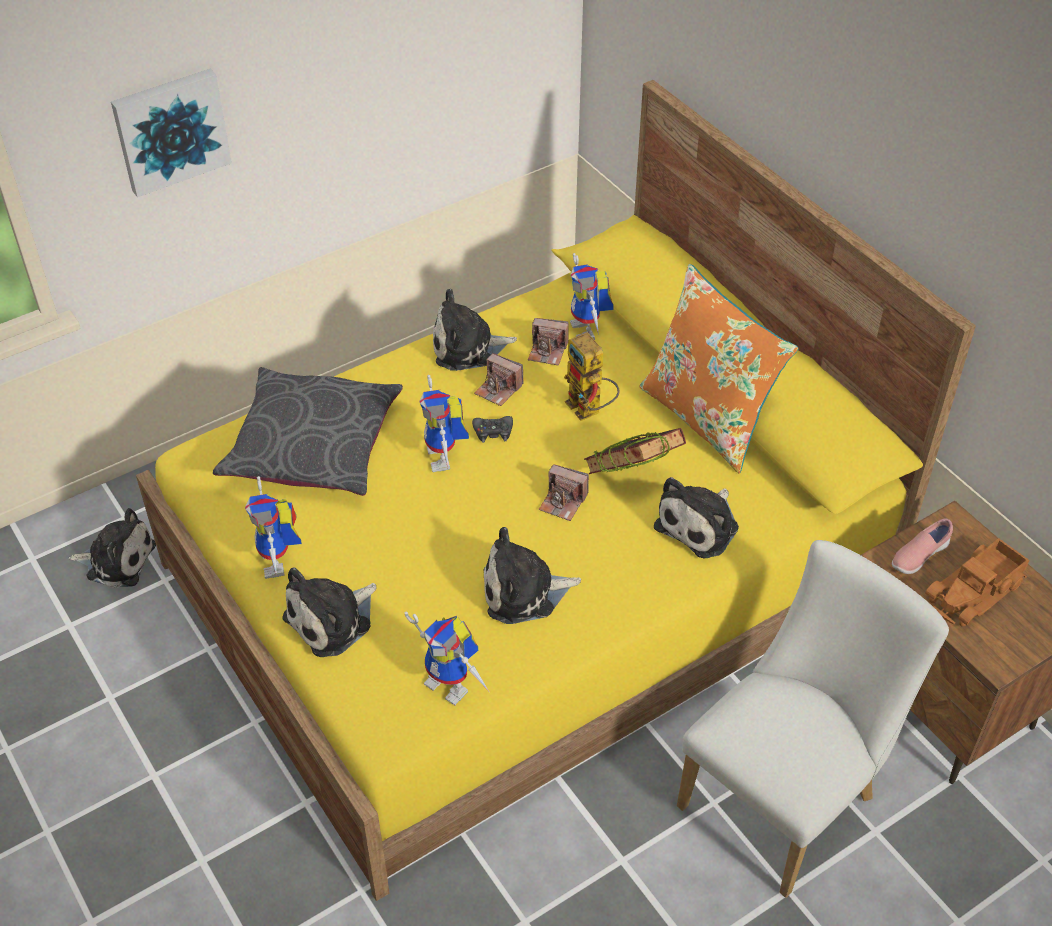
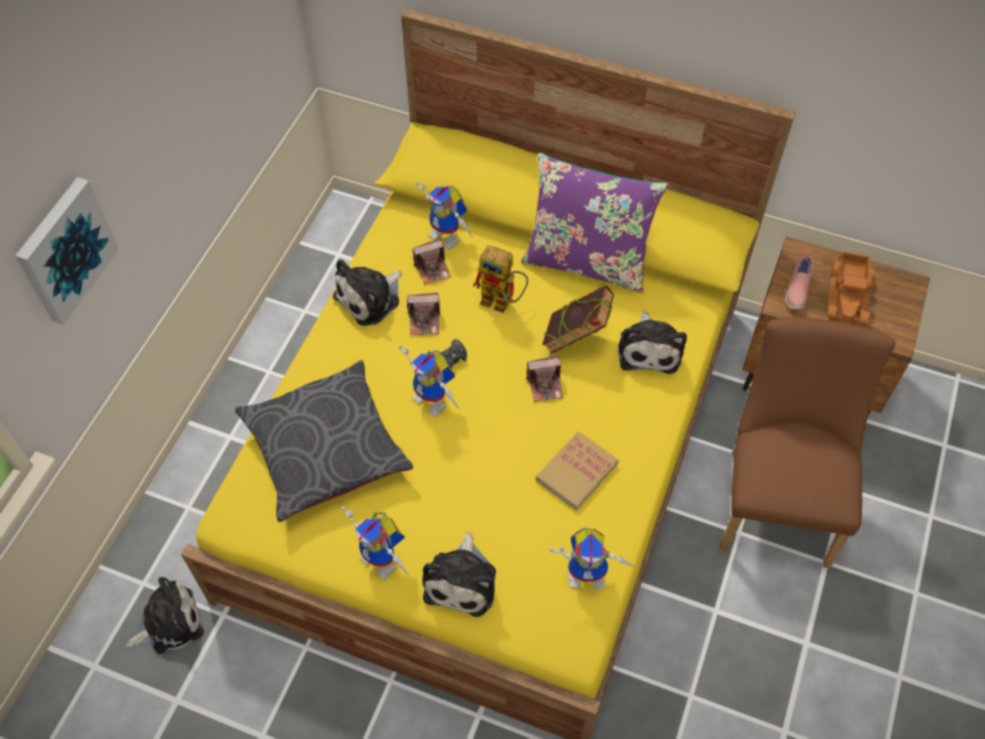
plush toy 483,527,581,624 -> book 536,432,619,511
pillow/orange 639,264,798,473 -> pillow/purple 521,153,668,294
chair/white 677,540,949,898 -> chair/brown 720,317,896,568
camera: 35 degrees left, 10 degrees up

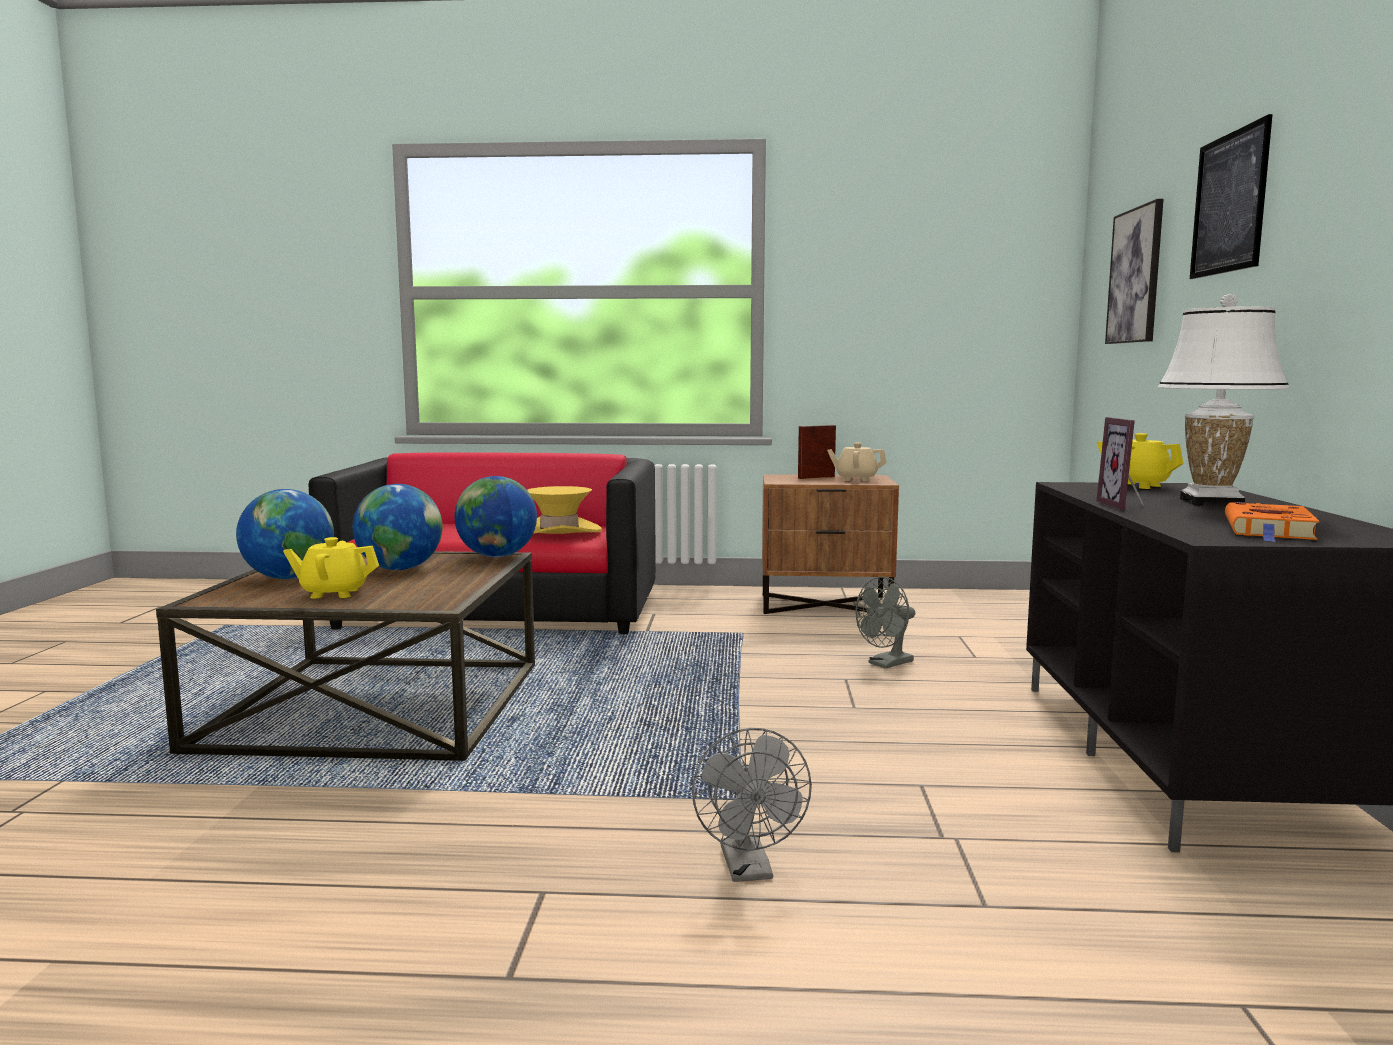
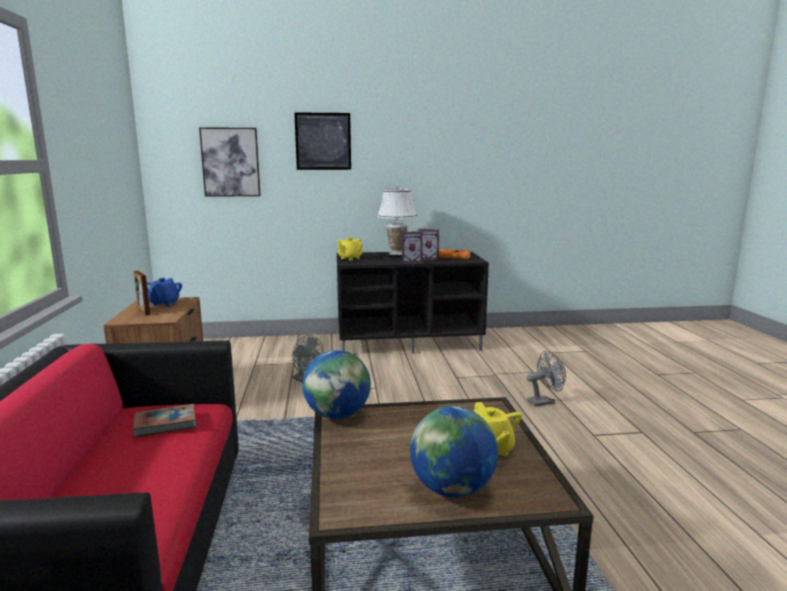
globe 353,484,443,570 -> none
none -> picture frame 419,229,439,260
hat/yellow 527,486,602,534 -> book 133,404,196,437
teapot/beige 827,443,887,482 -> teapot/blue 147,278,182,306
camera: 100 degrees left, 5 degrees up

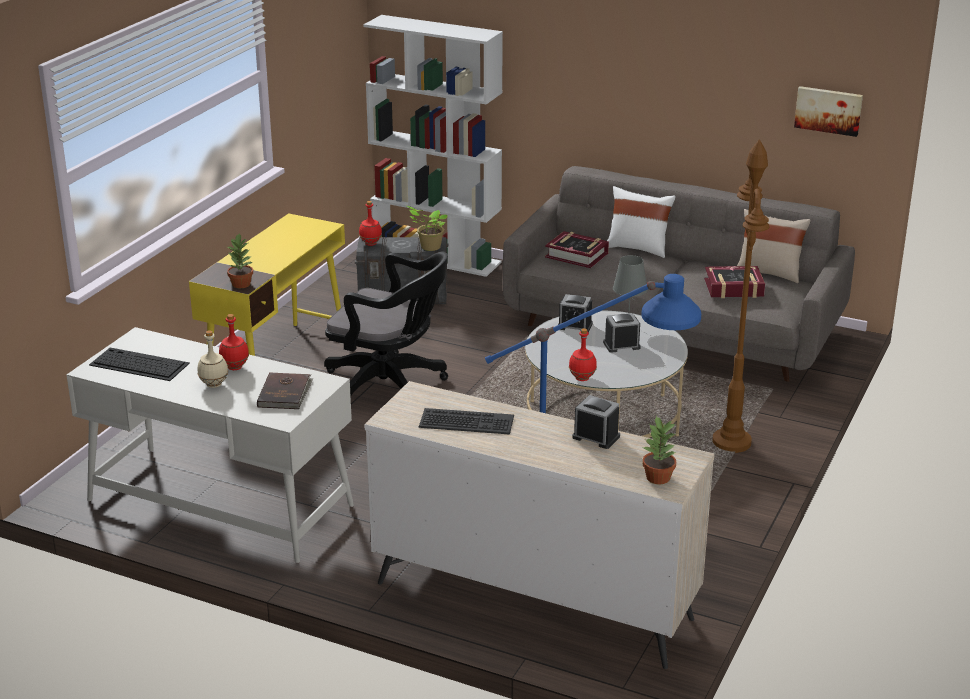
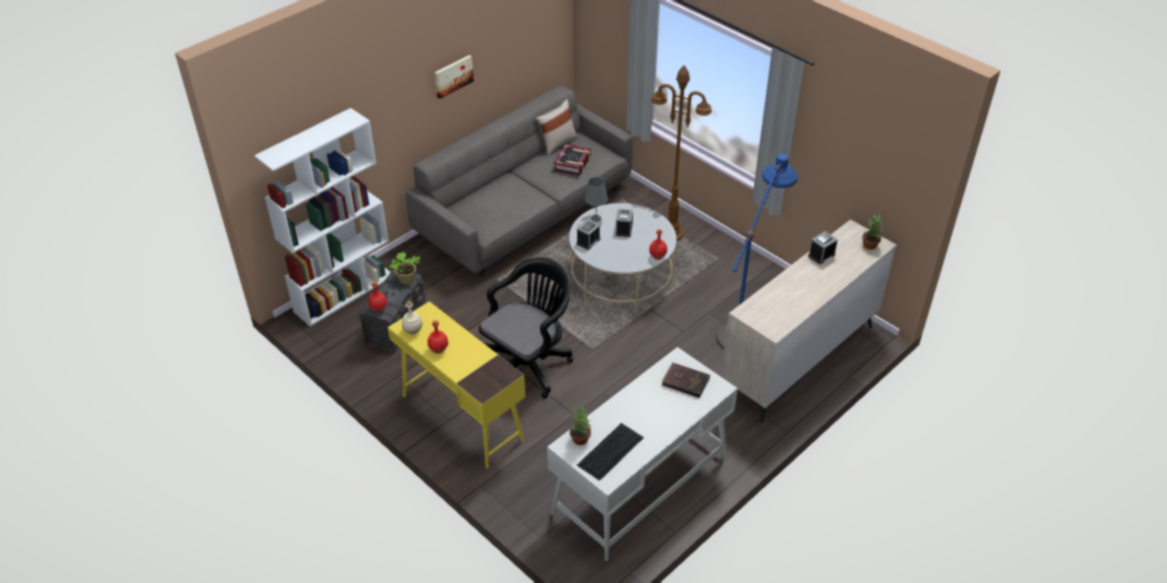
keyboard 419,408,514,435 -> none
book 545,231,609,268 -> none
pillow/white 607,186,676,258 -> none
bottle/beige 197,330,228,388 -> bottle/beige 402,301,423,334, relocated
bottle/red 219,314,249,370 -> bottle/red 428,320,448,354, relocated
potted plant 227,233,253,288 -> potted plant 570,406,591,445, relocated
picture 794,86,863,137 -> picture 435,55,474,99, relocated
camera: 70 degrees left, 15 degrees up

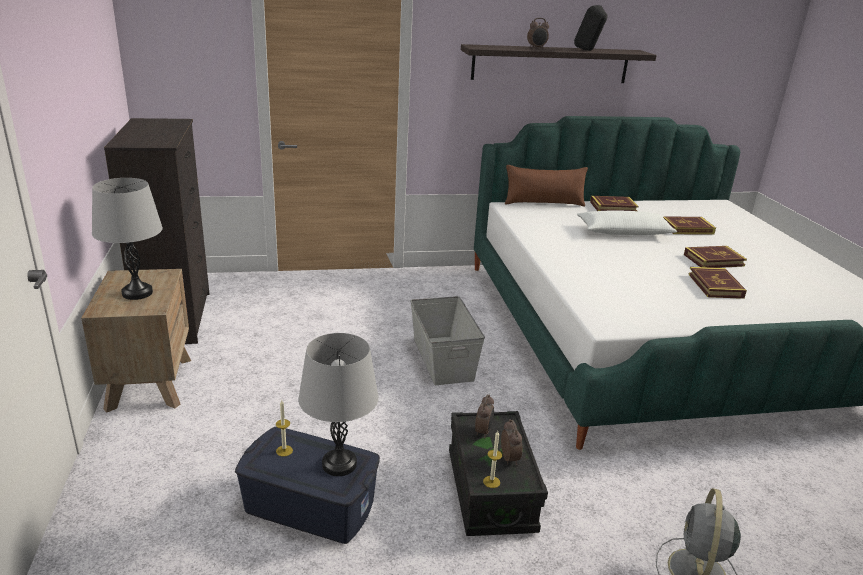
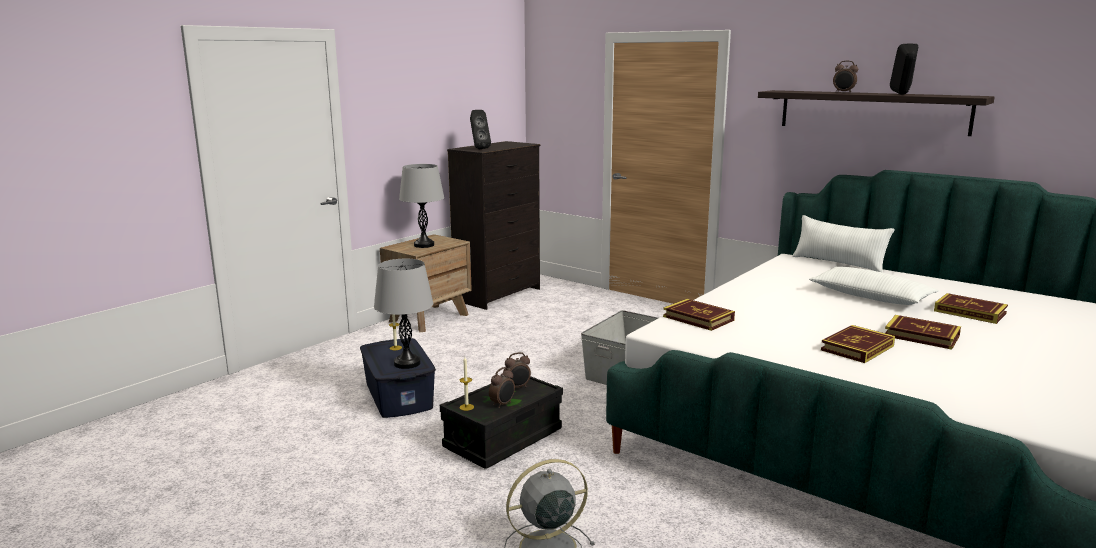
none -> speaker/black 470,110,491,149
book 590,196,638,211 -> book 663,299,735,331, relocated
pillow/brown 505,165,588,207 -> pillow/white 792,215,895,273
camera: 50 degrees right, 10 degrees down

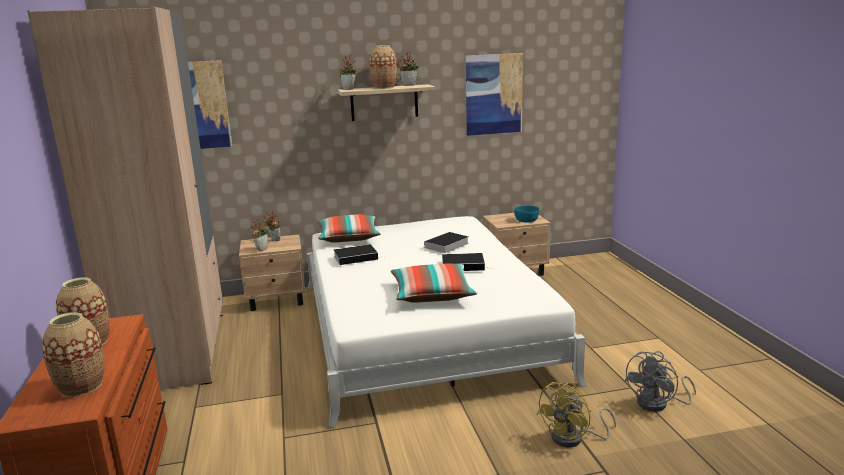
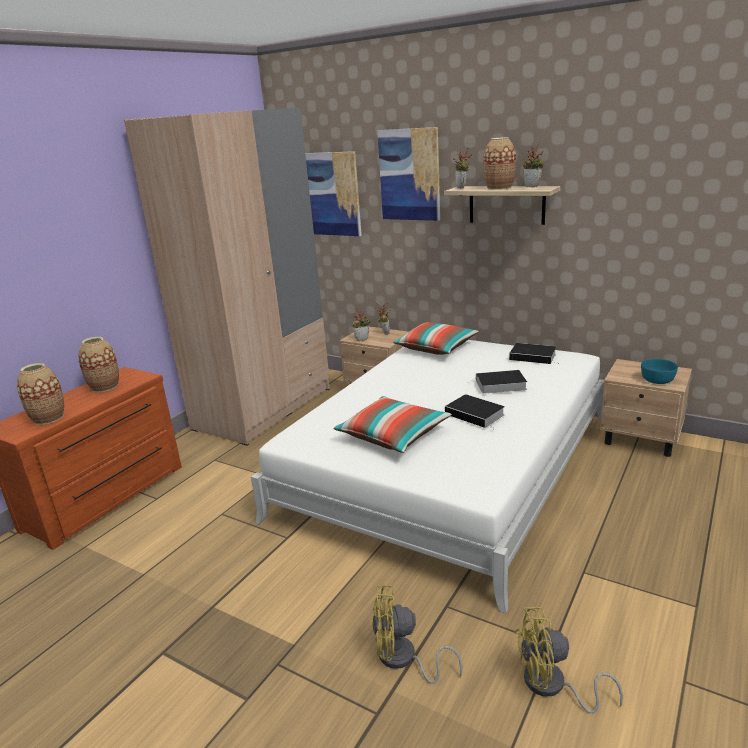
book 334,244,384,265 -> book 509,343,560,364, relocated
picture 466,53,523,136 -> picture 377,127,440,221, relocated
fan/grey 624,351,696,412 -> fan/yellow 515,607,623,714
camera: 45 degrees right, 5 degrees up

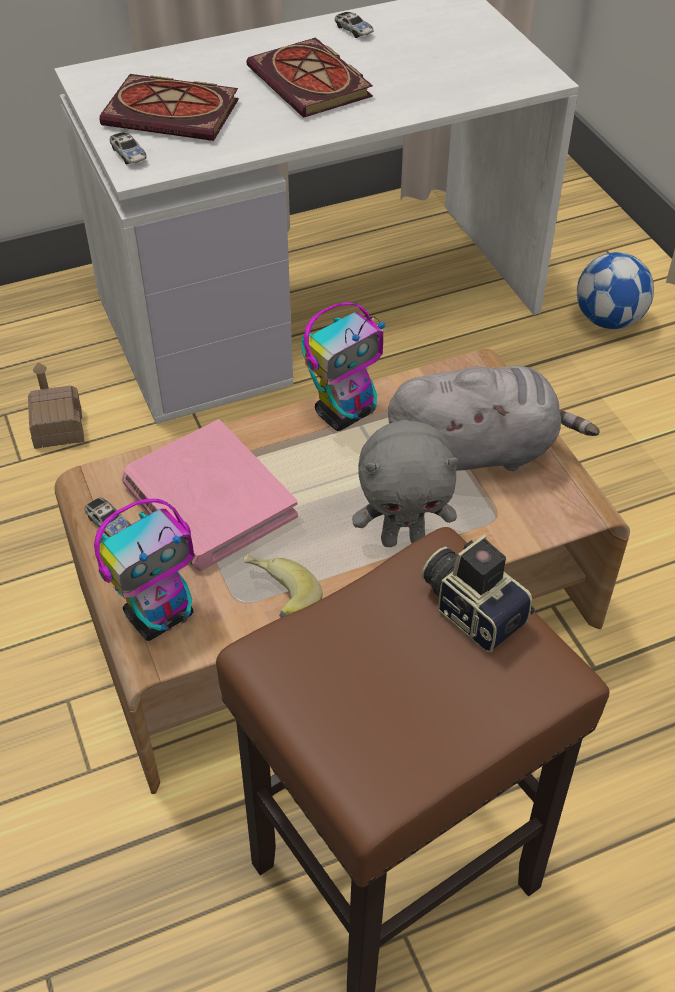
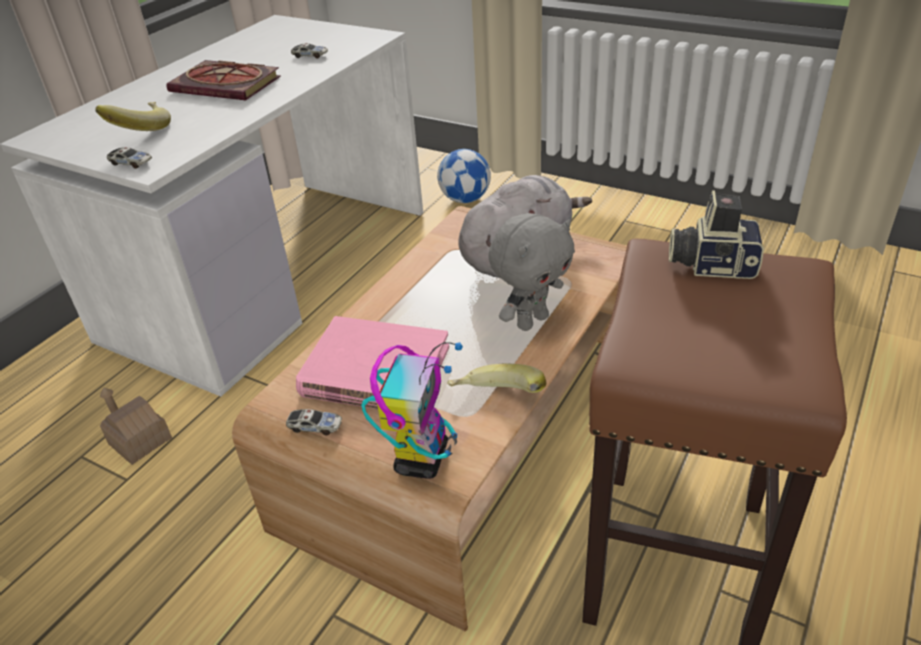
toy robot 301,302,385,431 -> none
toy car 335,12,373,38 -> toy car 291,43,328,59, relocated
book 100,74,239,141 -> banana 96,102,171,131
camera: 35 degrees left, 10 degrees down

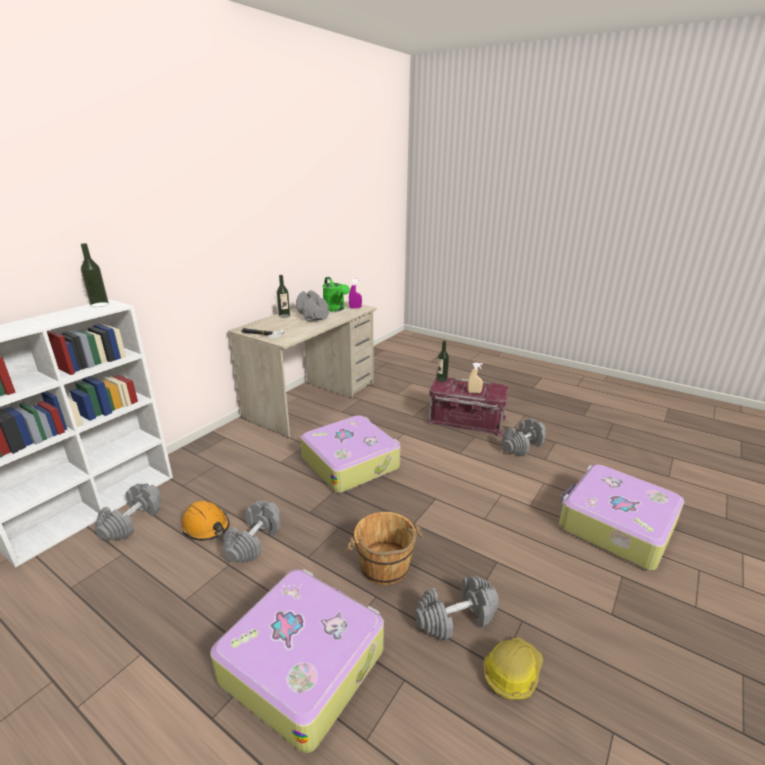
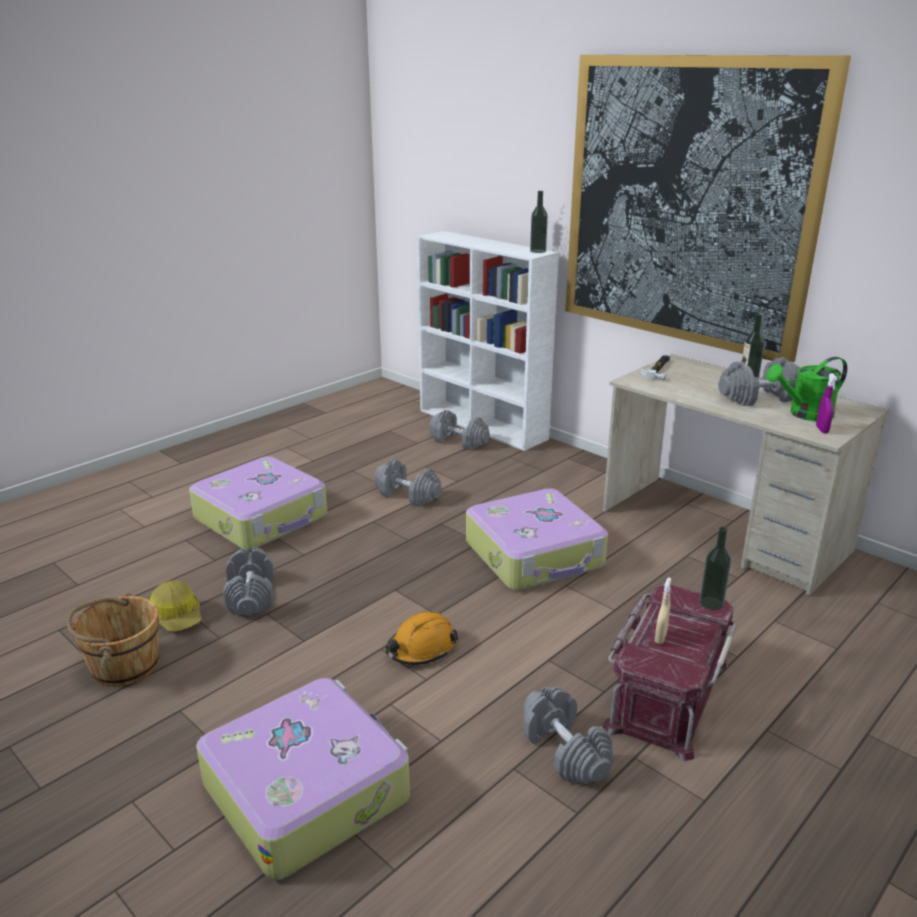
none -> picture 566,55,851,362
hard hat/orange 182,501,229,541 -> hard hat/orange 386,612,458,665, relocated
bucket/brown 345,512,423,585 -> bucket/brown 66,593,159,687, relocated
camera: 100 degrees right, 0 degrees up

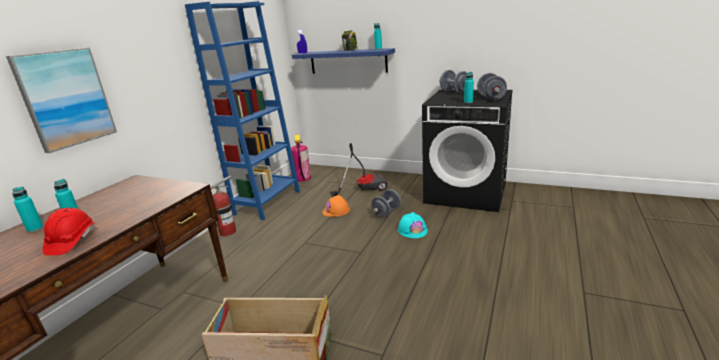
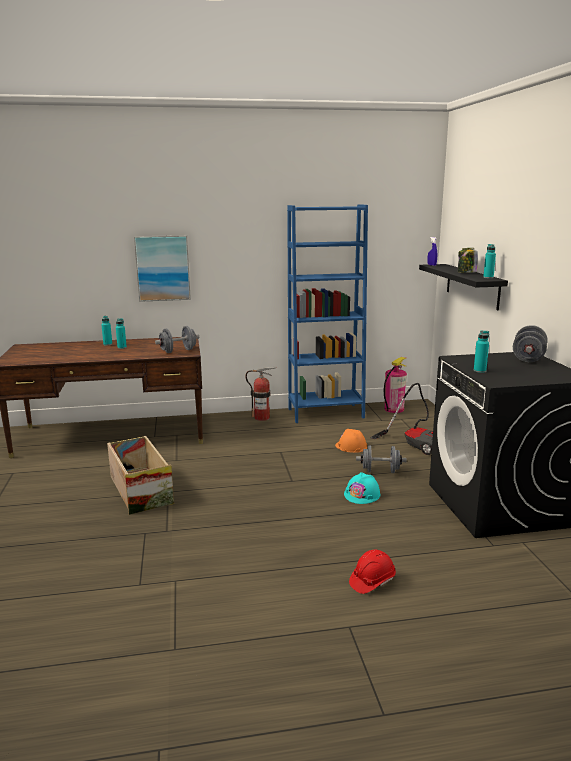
hard hat/red 43,208,94,256 -> hard hat/red 349,550,396,594, relocated
dumbbell/grey 477,73,507,100 -> dumbbell/grey 155,326,199,353, relocated
shelf/blue 292,48,395,74 -> shelf/black 419,264,508,311
camera: 55 degrees right, 5 degrees down

